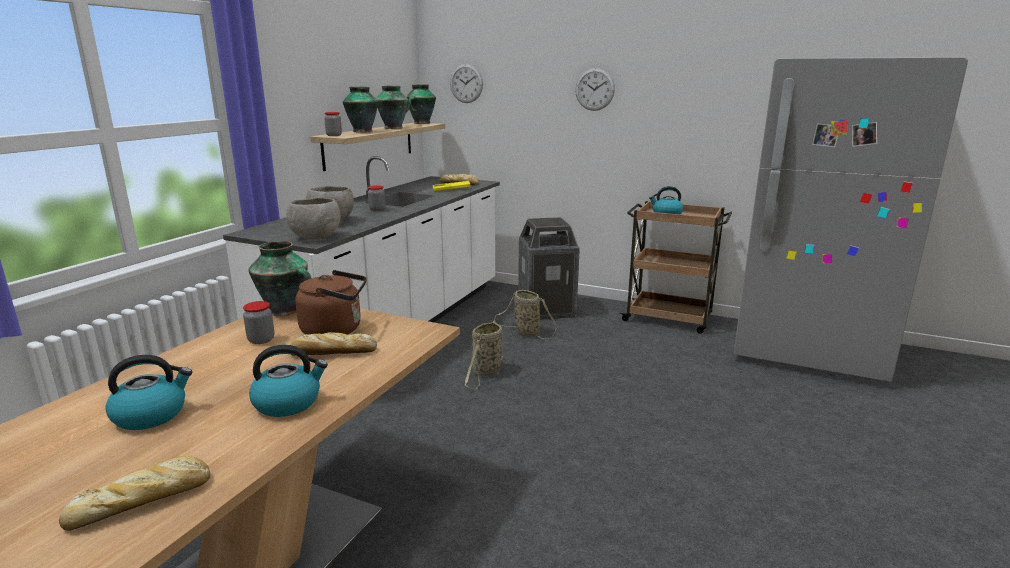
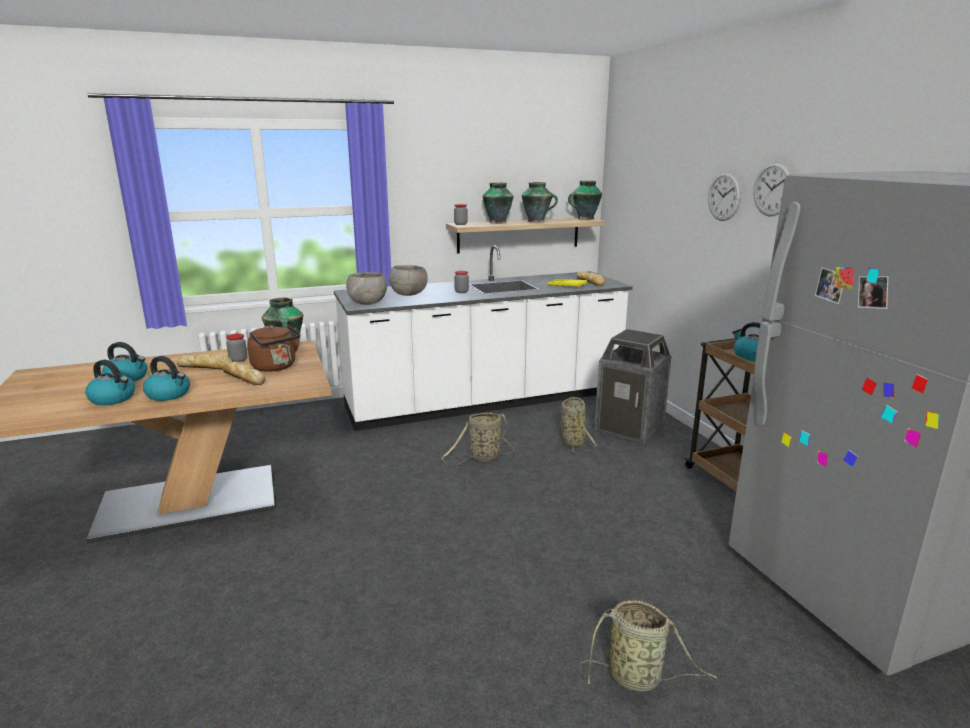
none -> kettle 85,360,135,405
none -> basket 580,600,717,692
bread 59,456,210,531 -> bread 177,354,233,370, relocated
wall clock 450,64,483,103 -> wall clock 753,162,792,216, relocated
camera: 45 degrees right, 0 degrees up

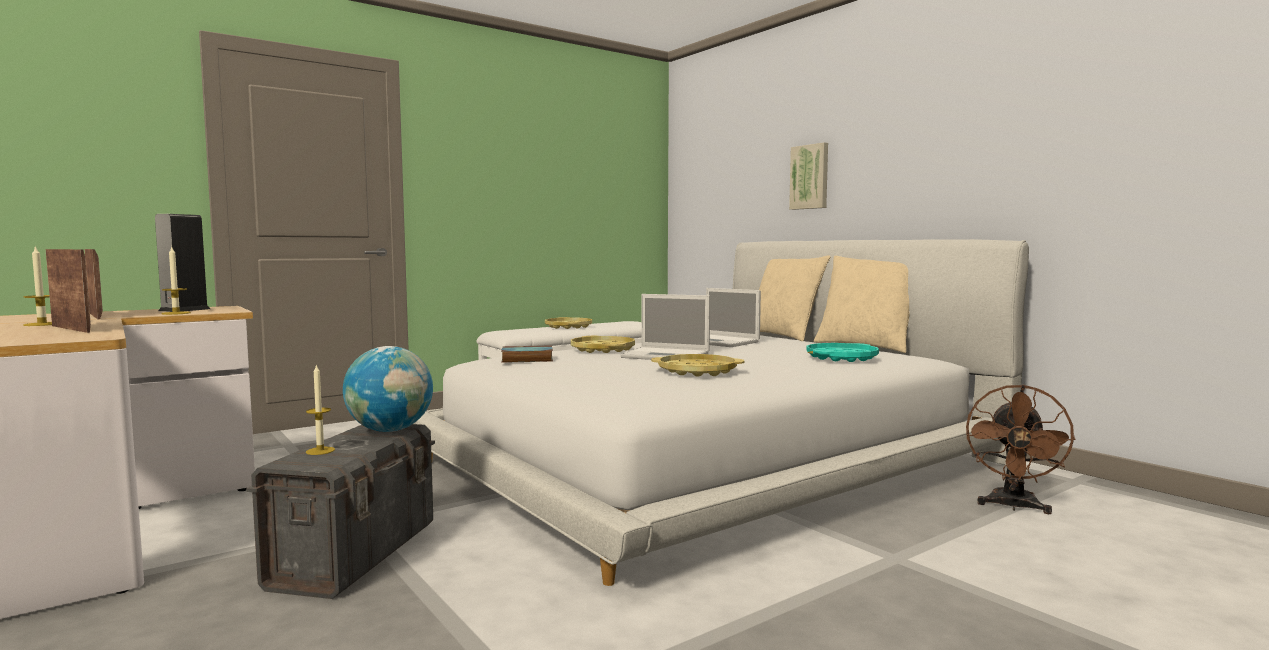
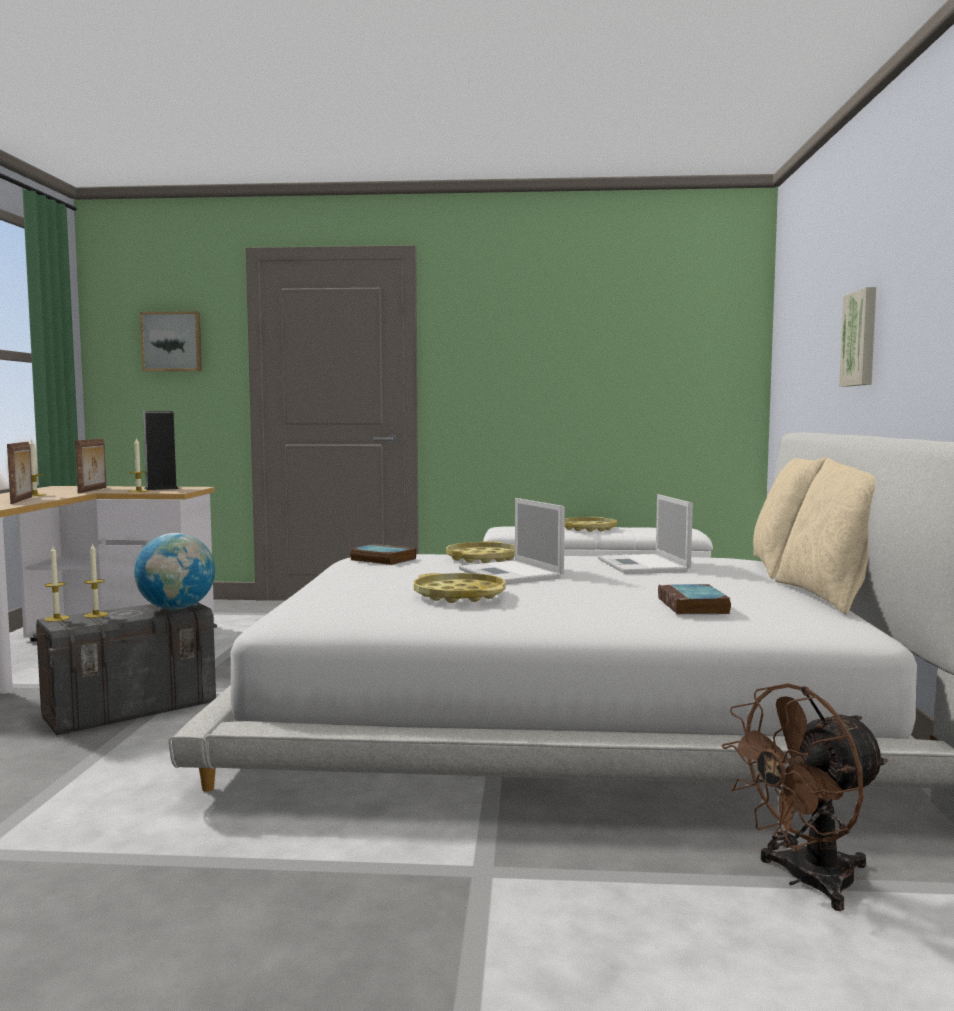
none -> candle 44,546,69,622
none -> picture 140,311,202,371
tray/turquoise 806,343,879,362 -> book 658,584,731,614
camera: 40 degrees right, 0 degrees up

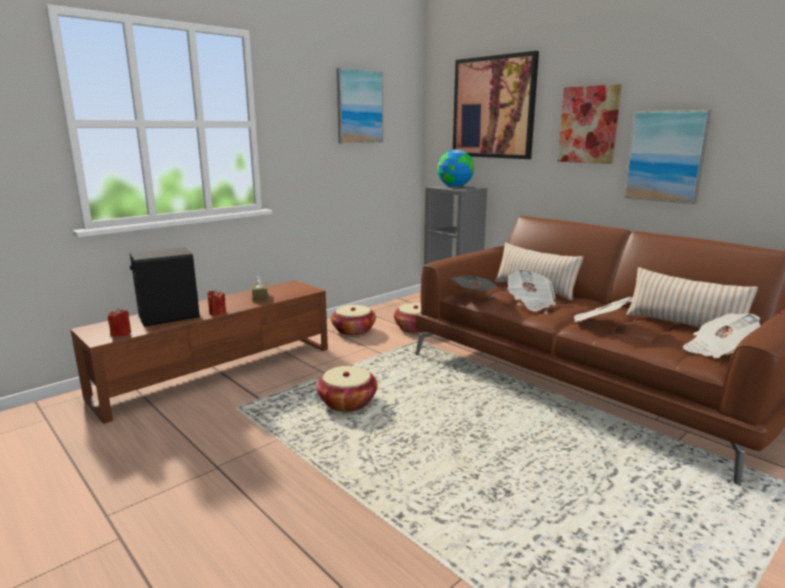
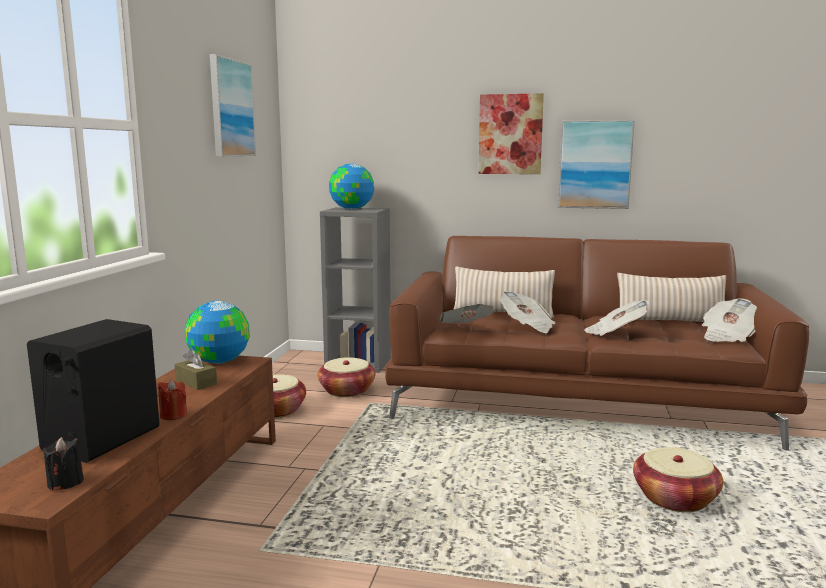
picture 453,51,539,159 -> none
none -> globe 185,301,250,364
basket 316,366,378,412 -> basket 633,447,723,512, relocated
candle/red 108,308,131,337 -> candle/black 43,437,84,491
camera: 35 degrees left, 5 degrees down

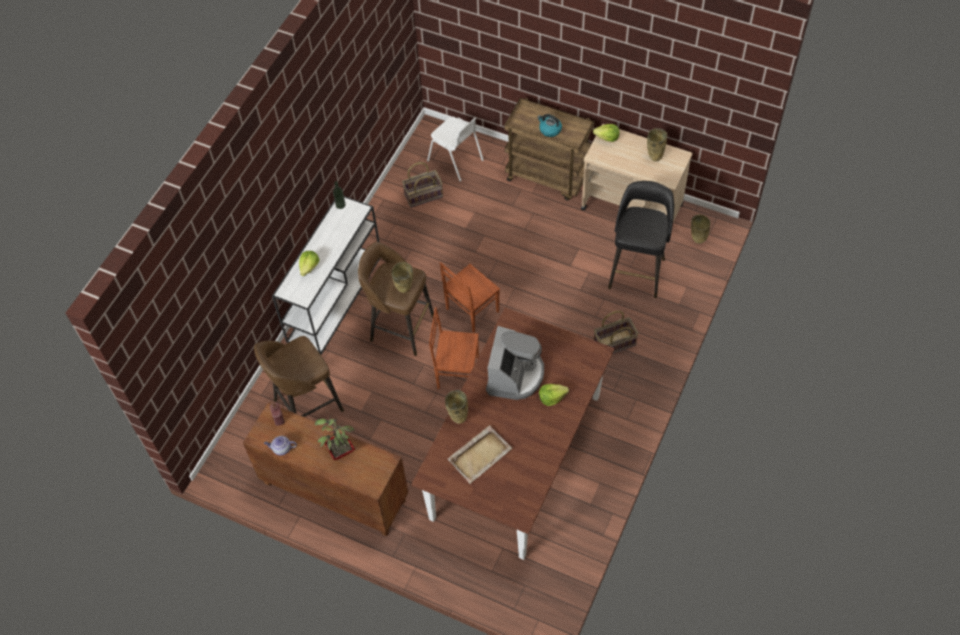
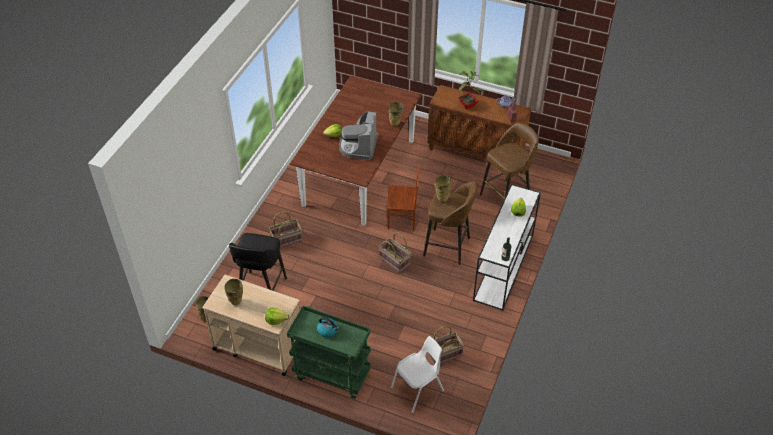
tray/beige 447,425,512,484 -> none
chair/brown 440,262,500,333 -> basket 379,232,411,272
cart/brown 504,98,594,201 -> cart/green 287,306,371,399
chair/white 427,116,484,182 -> chair/white 391,336,444,413, 105 degrees clockwise
camera: 175 degrees right, 10 degrees down

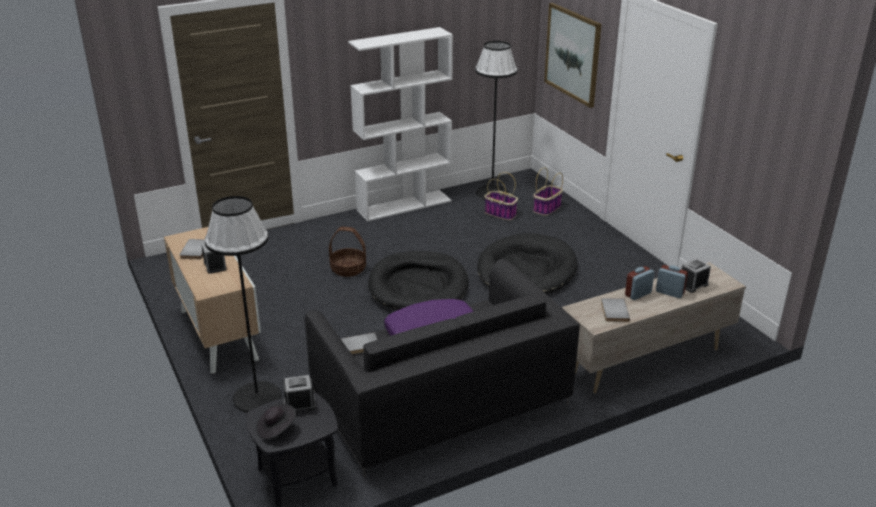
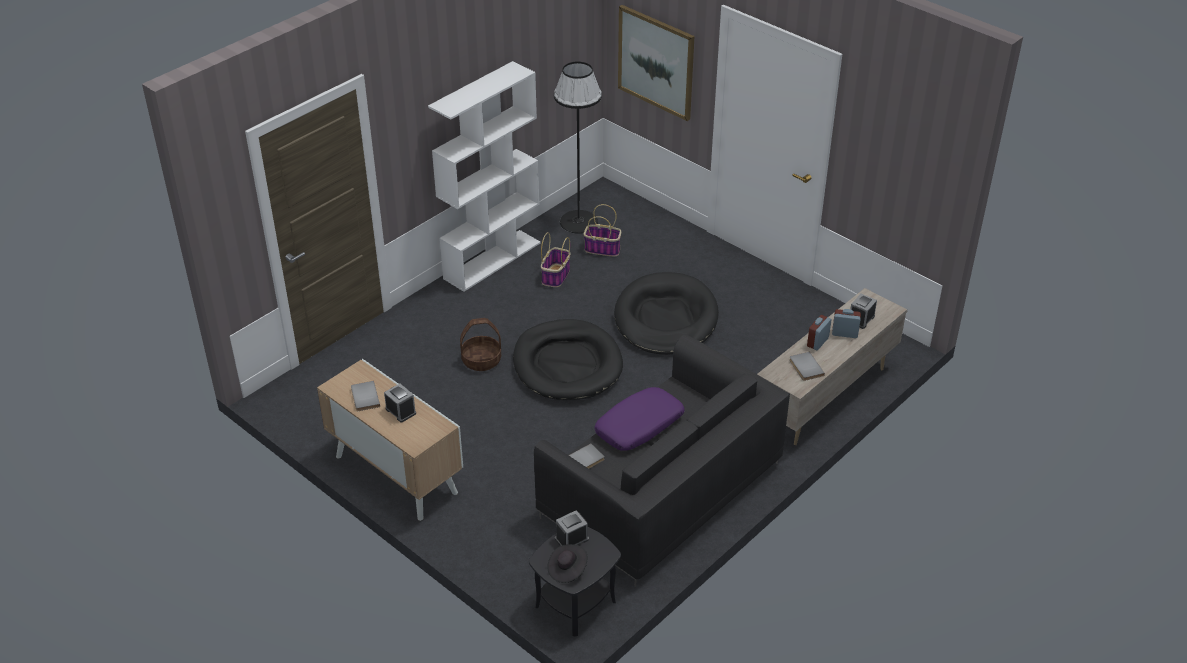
floor lamp/black 204,196,281,413 -> none
basket 533,167,563,216 -> basket 541,232,570,287, relocated
camera: 20 degrees left, 10 degrees up

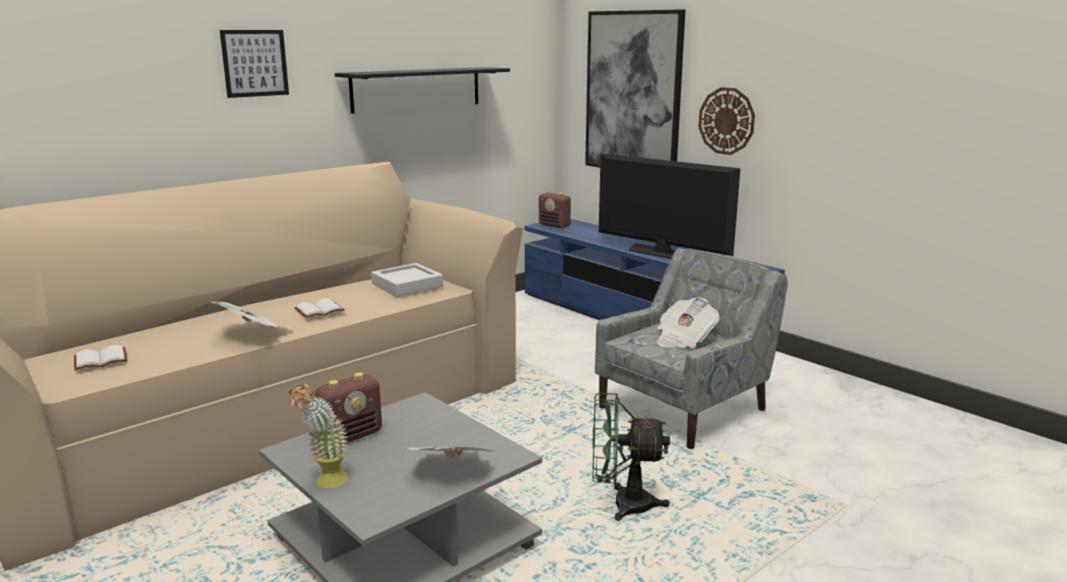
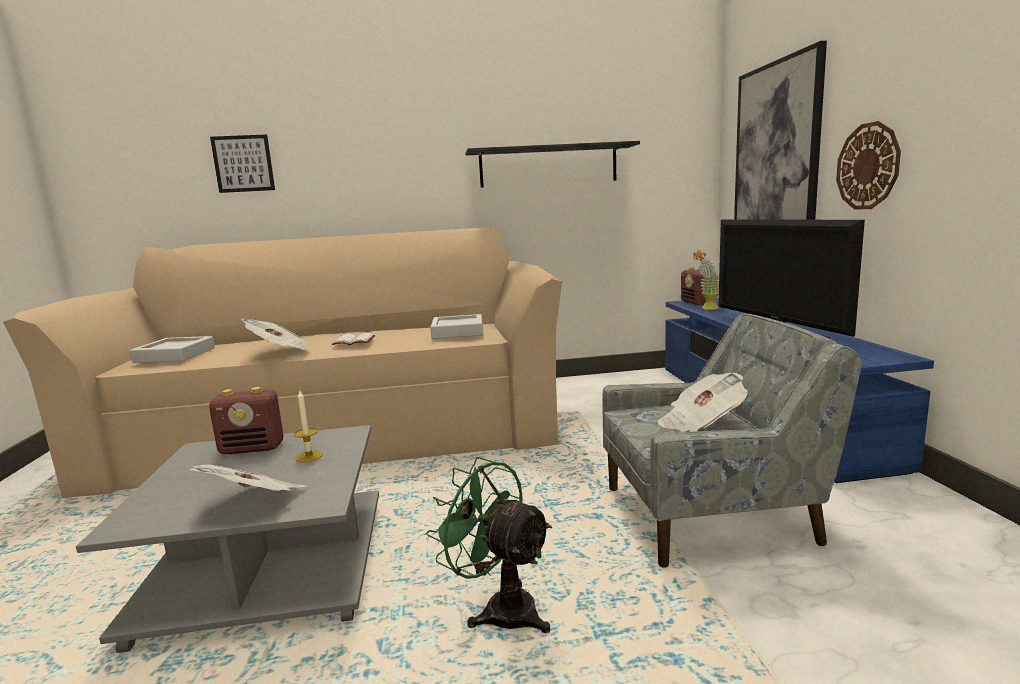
none -> candle 294,389,323,462
picture 220,30,289,98 -> picture 210,134,275,193, relocated
potted plant 288,383,348,488 -> potted plant 693,250,719,310, relocated
book/white 74,345,127,371 -> tray/grey 130,336,215,363
camera: 35 degrees right, 5 degrees down

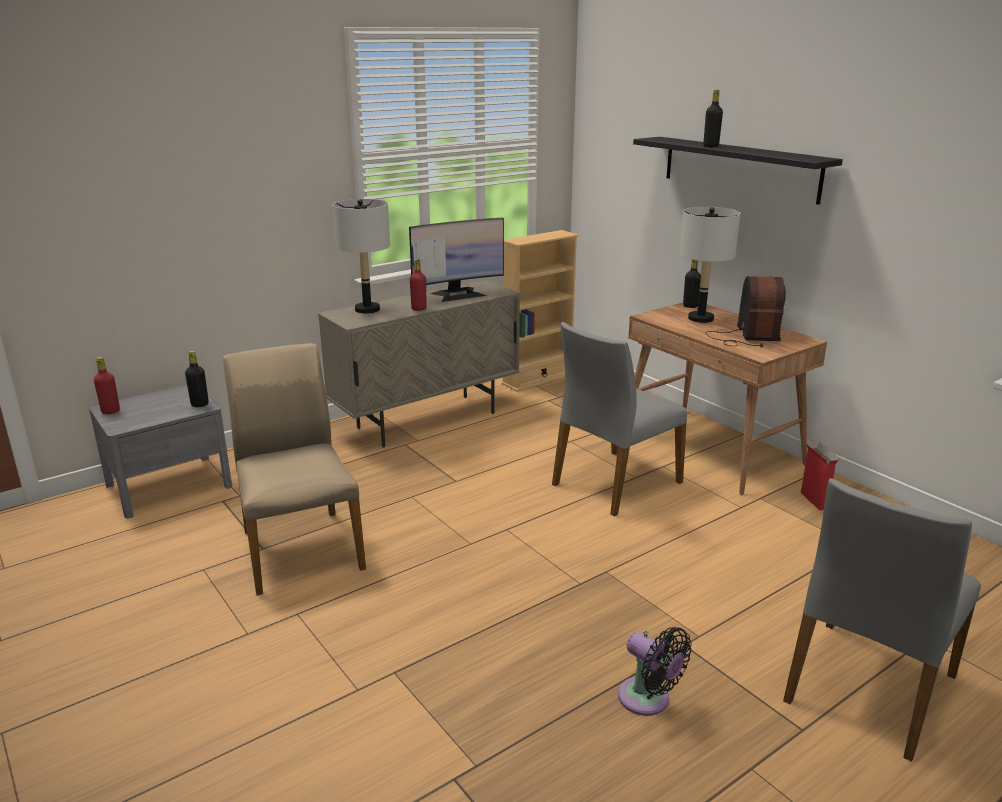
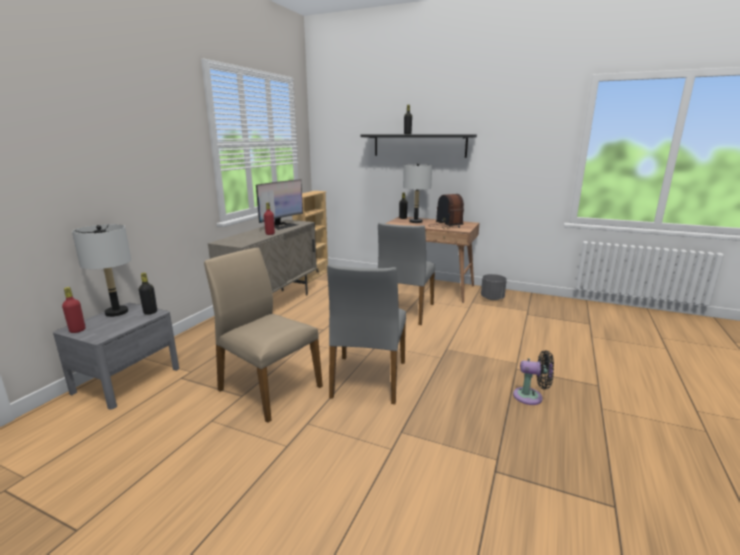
table lamp/grey 333,199,390,314 -> table lamp/grey 72,224,131,317, relocated
chair/grey 783,478,981,762 -> chair/grey 327,264,406,404, relocated
cardboard box 801,441,840,510 -> planter/grey 481,274,507,300
camera: 30 degrees left, 5 degrees down

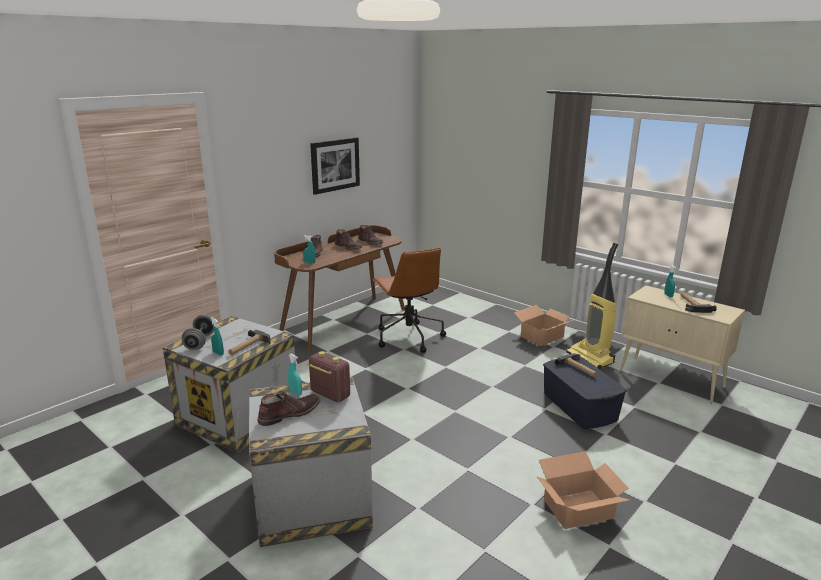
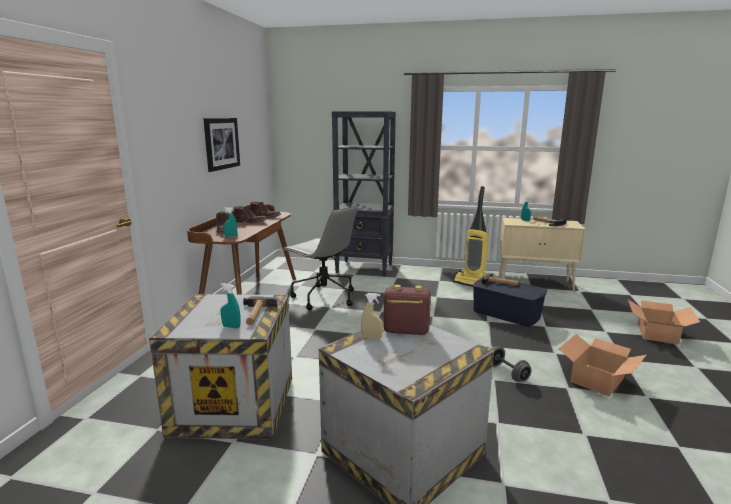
boot/brown 257,391,321,426 -> none
none -> bookcase/black 332,111,396,276
dumbbell/grey 182,315,214,350 -> dumbbell/grey 491,346,532,382, relocated
cardboard box 514,305,573,346 -> cardboard box 628,300,700,345, relocated
spray bottle/turquoise 288,353,302,396 -> spray bottle/beige 361,293,383,340
office chair/brown 373,248,446,353 -> office chair/grey 282,205,358,310
camera: 30 degrees left, 5 degrees down

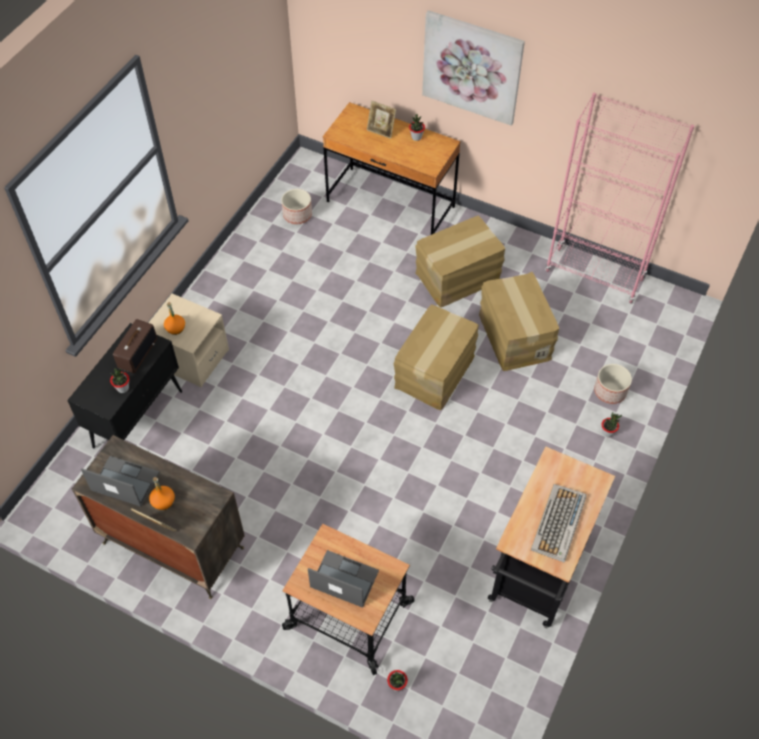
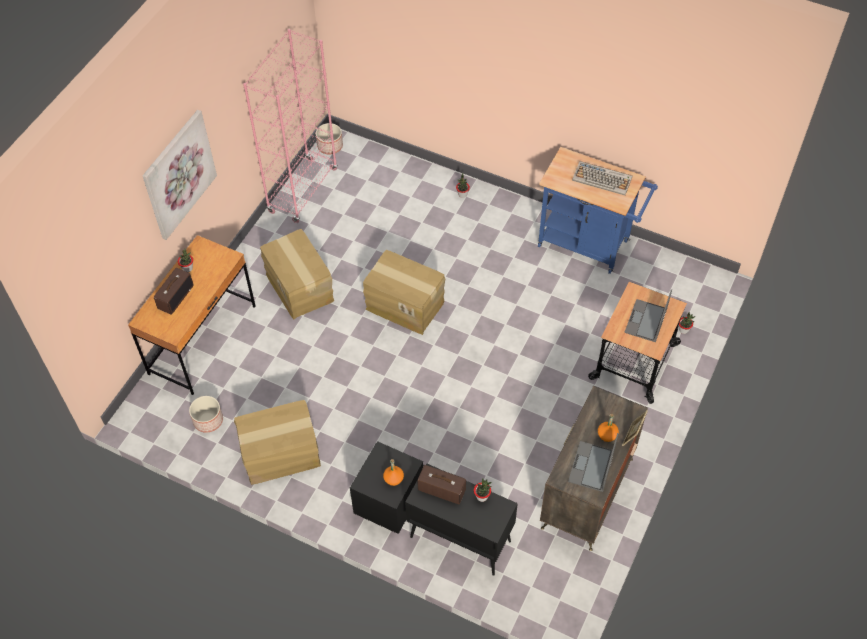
cardboard box 479,272,559,371 -> cardboard box 234,400,321,485, relocated
planter 594,364,632,404 -> planter 316,123,343,154, relocated
picture frame 367,101,396,139 -> radio 154,268,193,315
nightstand/beige 148,294,229,387 -> nightstand/black 350,441,423,534
cart/black 488,447,615,628 -> cart/blue 538,147,658,274
camera: 90 degrees left, 0 degrees up

